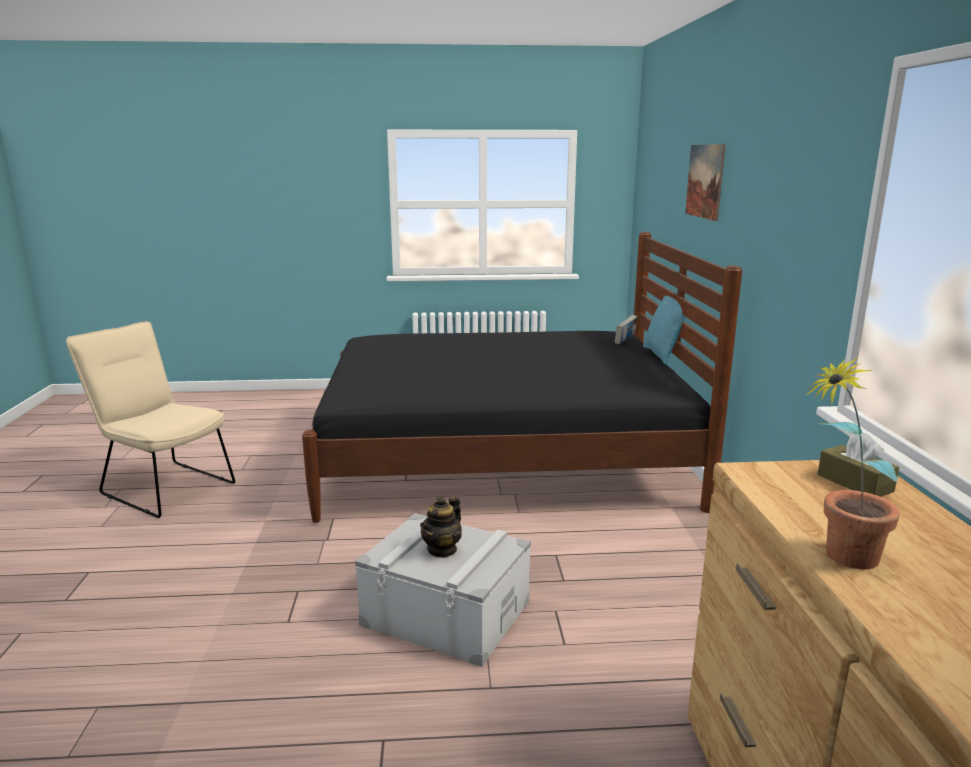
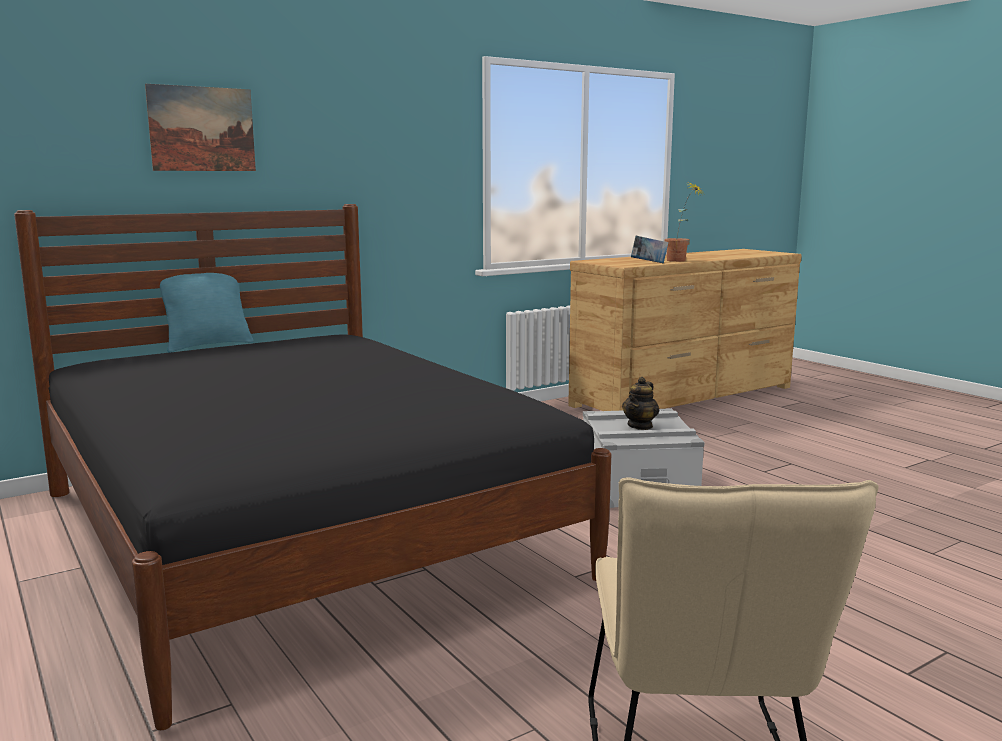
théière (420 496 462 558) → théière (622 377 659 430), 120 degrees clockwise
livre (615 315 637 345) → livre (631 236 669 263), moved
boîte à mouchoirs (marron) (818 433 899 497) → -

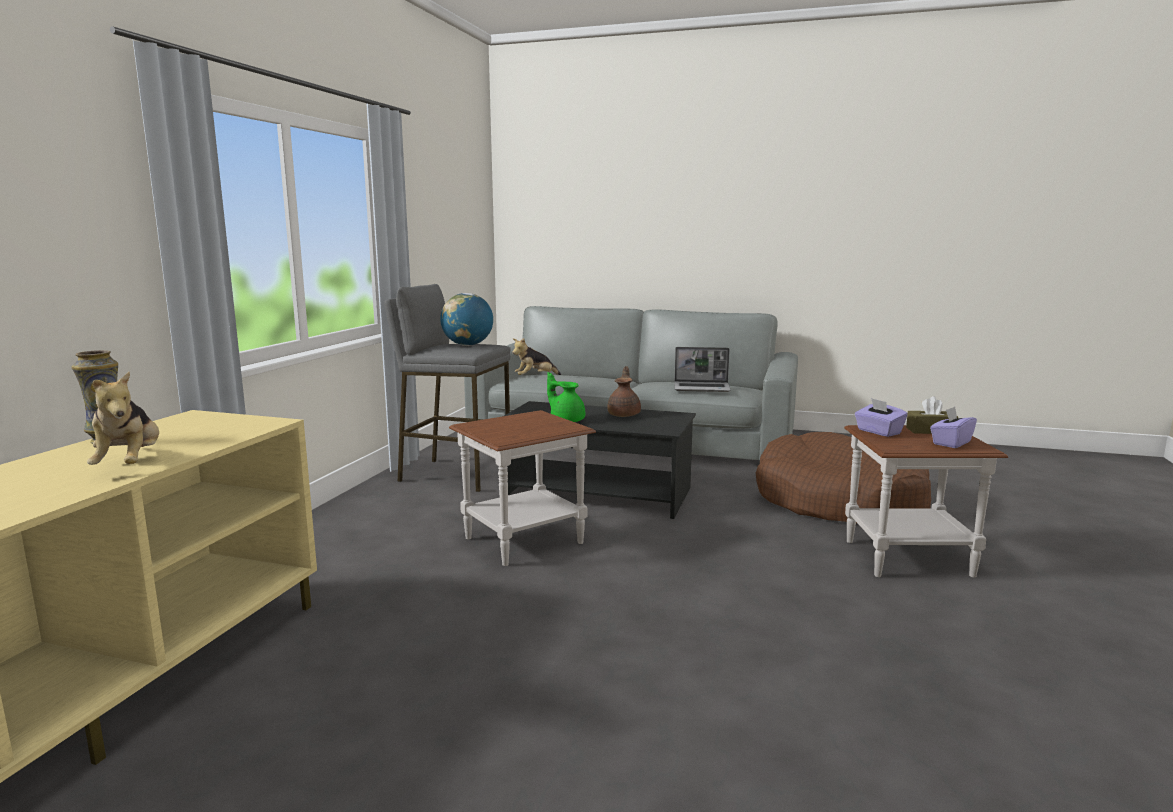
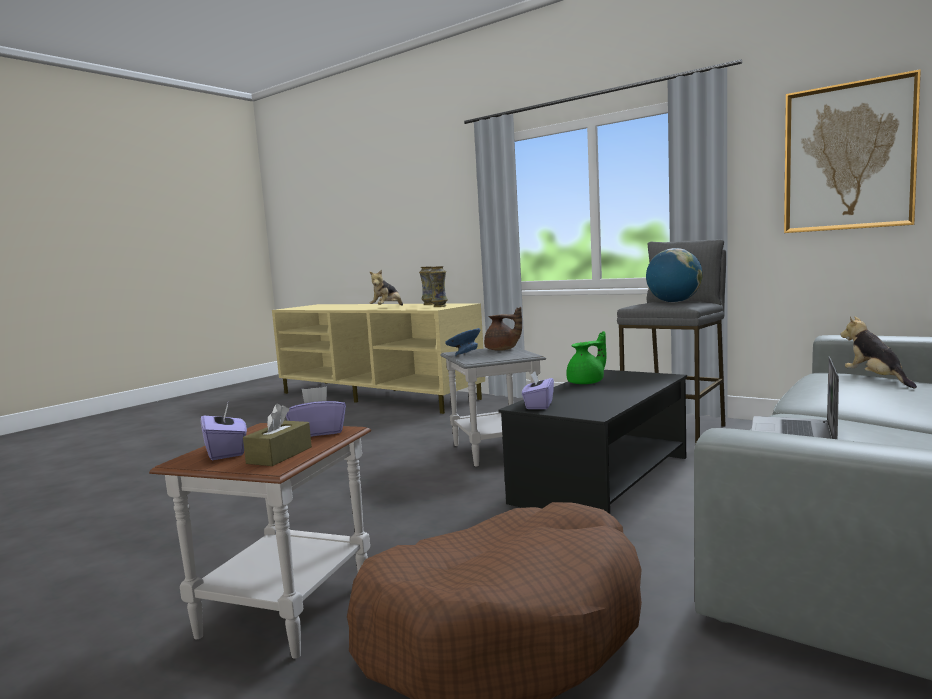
peluche (87 372 159 465) → peluche (369 270 403 306), 60 degrees counterclockwise
table d'appoint (marron) (449 410 596 566) → table d'appoint (gris) (440 347 546 466)
théière (marron) (607 366 641 417) → théière (marron) (484 307 522 351), moved
- → vase (429 266 448 307)
- → bol (bleu) (445 328 480 356)
- → boîte à mouchoirs (violet) (522 371 554 409)
- → tableau (784 69 921 233)

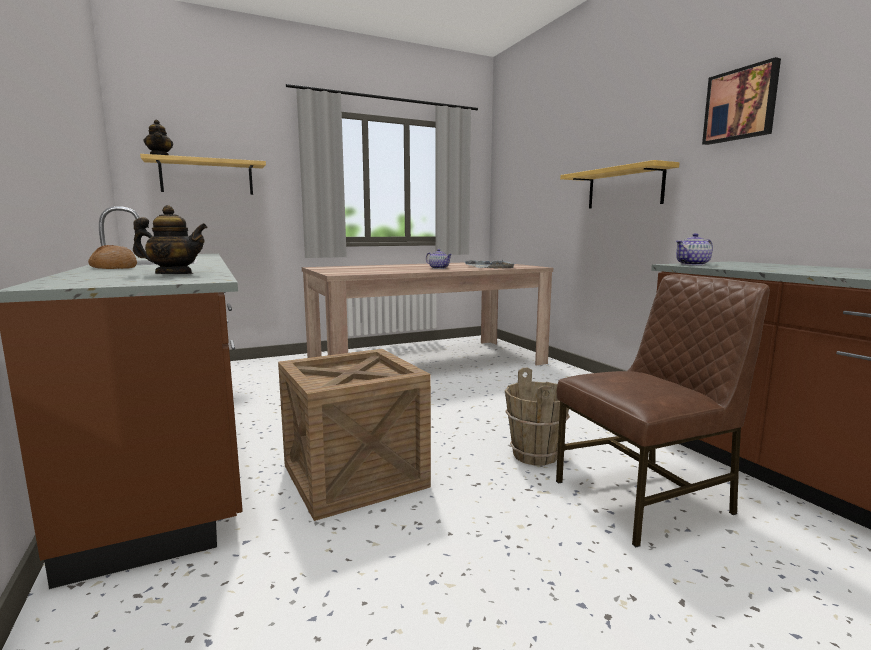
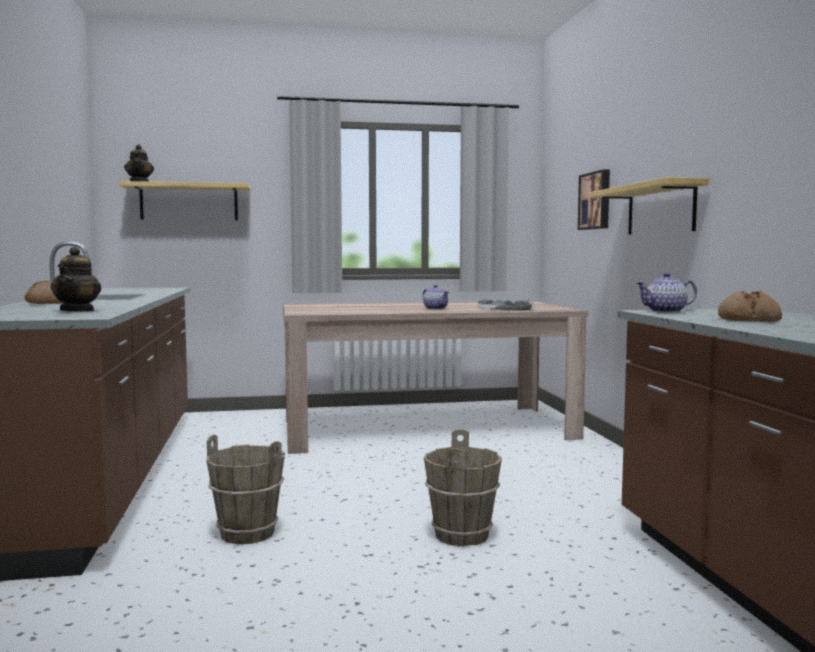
théière (133 205 208 274) → théière (50 247 101 312), 75 degrees clockwise
caisse (278 349 431 521) → seau (marron) (206 435 285 544)
chaise (marron) (556 274 770 547) → -
tableau (702 57 781 145) → tableau (578 169 610 230), moved
- → pain (718 290 782 322)

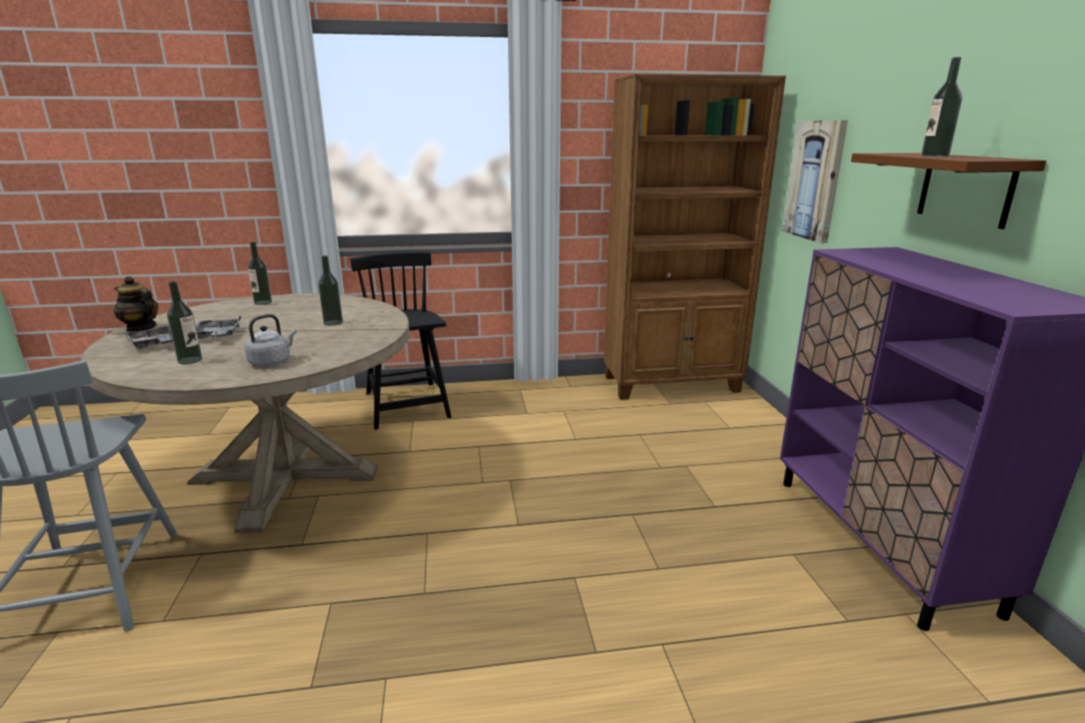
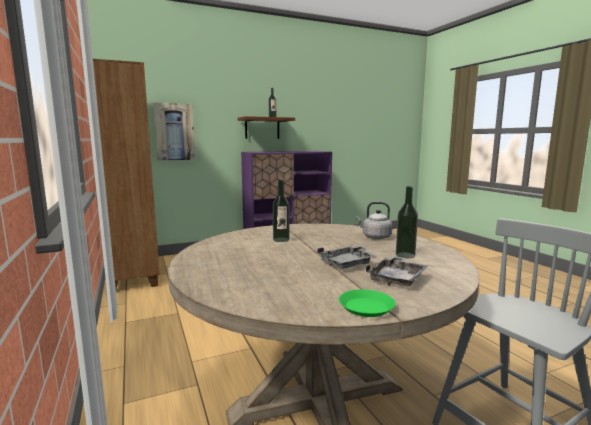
théière (114 276 158 332) → assiette (vert) (339 289 396 317)
bouteille (248 242 272 305) → -
chaise (noir) (350 252 452 430) → -

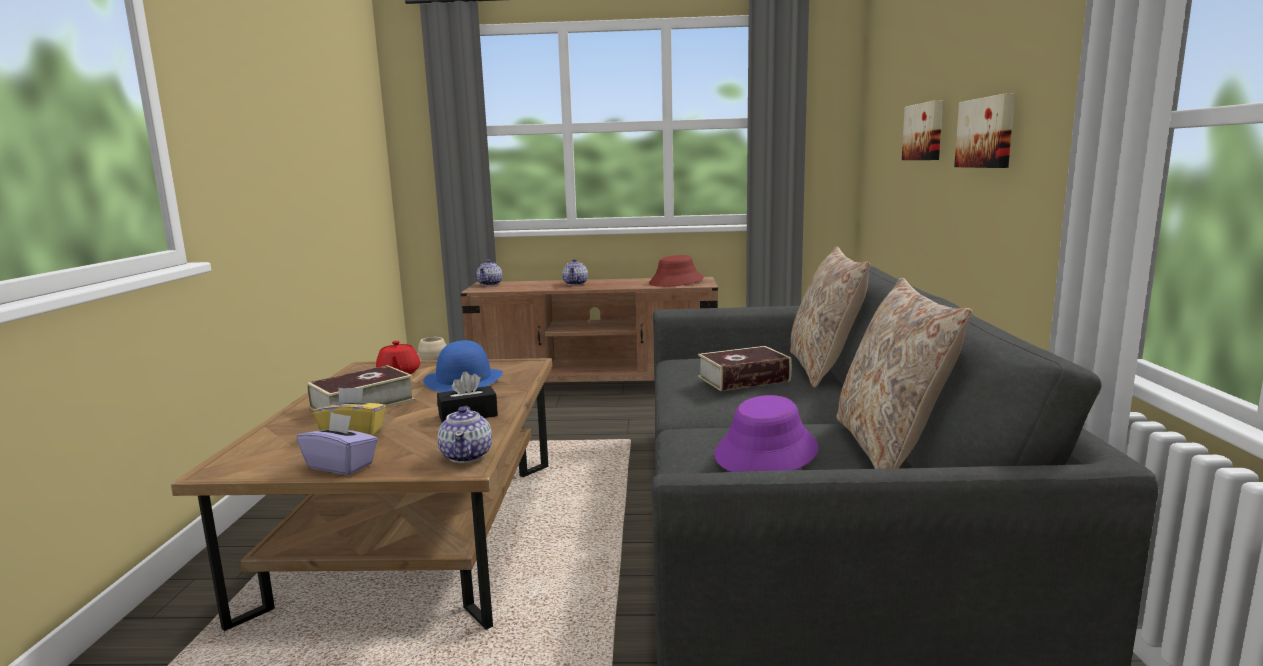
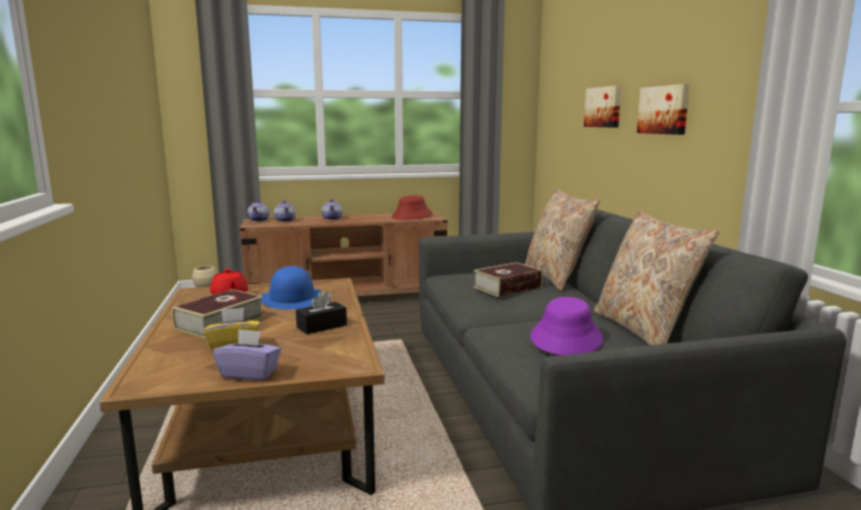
théière (438 406 492 463) → théière (274 200 296 222), moved

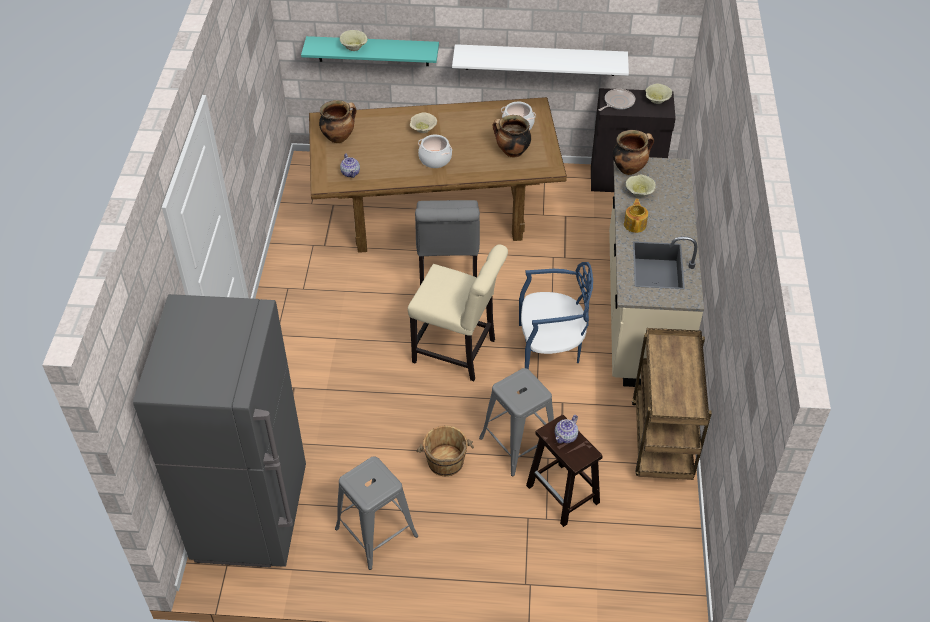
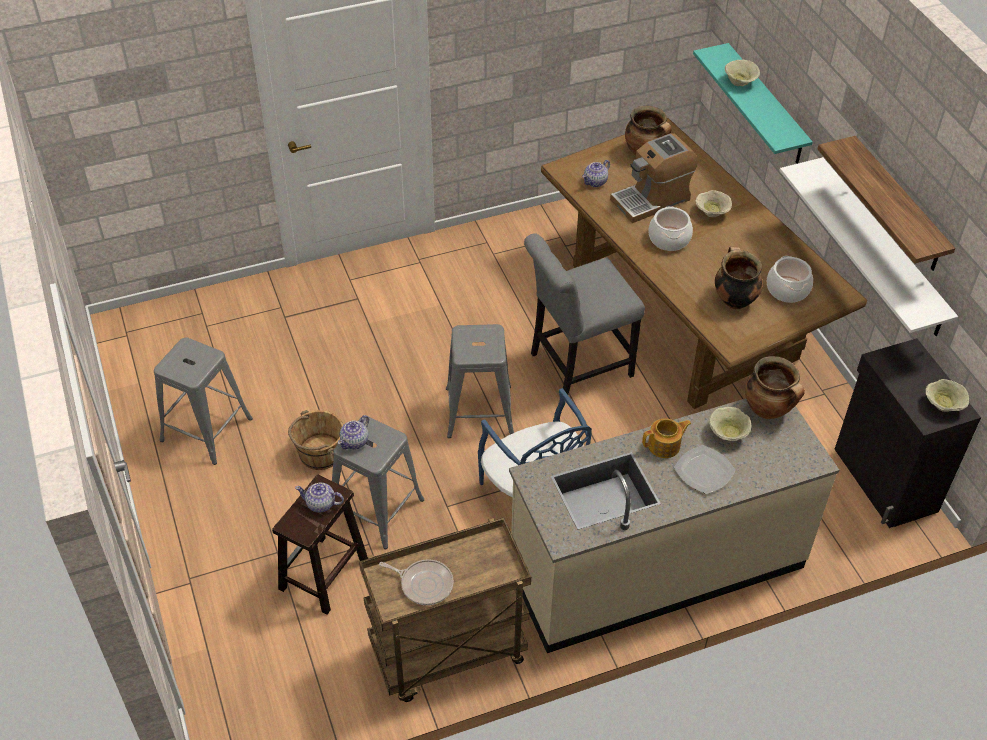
réfrigérateur (gris) (133 294 306 567) → -
chaise (beige) (408 244 508 381) → tabouret (gris) (446 324 514 438)
poêle (599 89 635 111) → poêle (379 559 454 605), moved
- → théière (338 415 369 450)
- → machine à café (610 133 698 223)
- → assiette (674 445 736 494)
- → étagère (817 136 955 271)

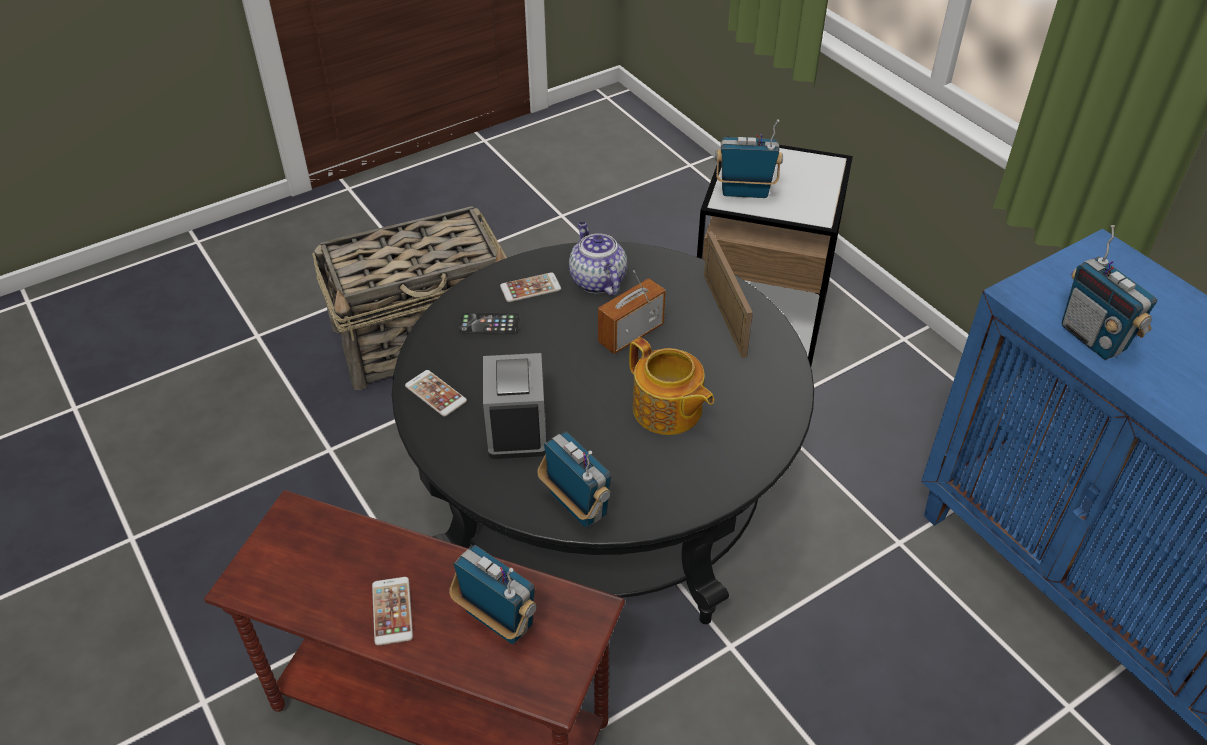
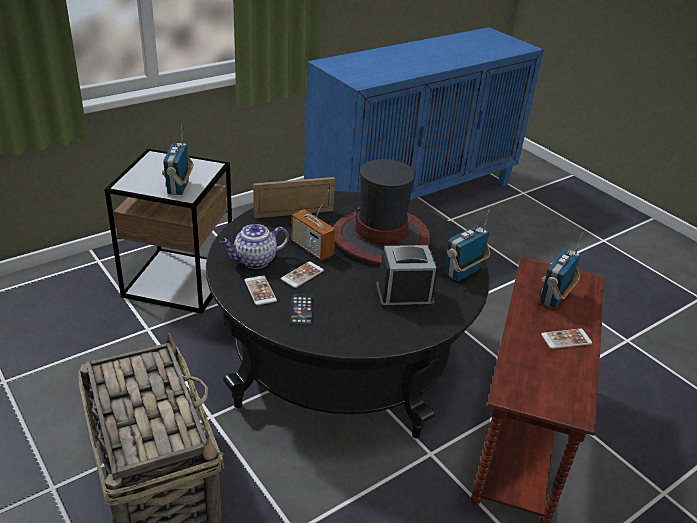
téléphone (405 370 467 416) → téléphone (281 261 324 288), moved
théière (629 337 714 435) → chapeau (333 159 430 265)
radio (1062 225 1157 360) → -

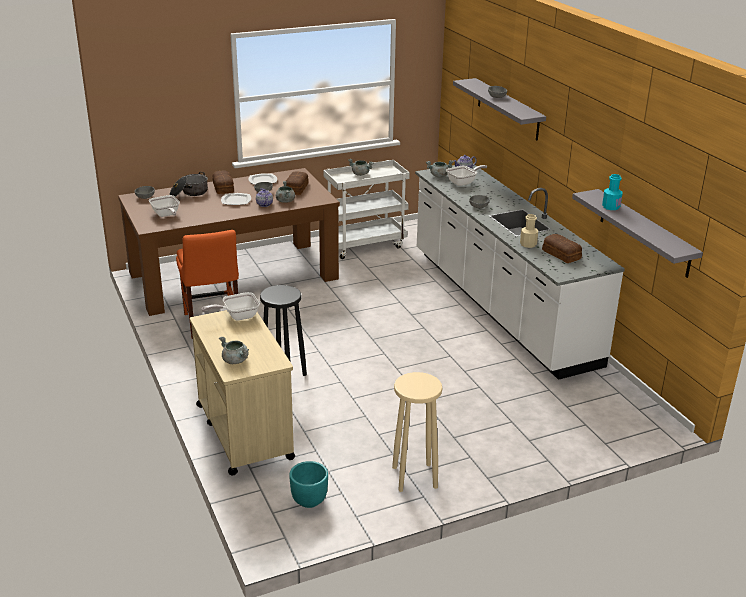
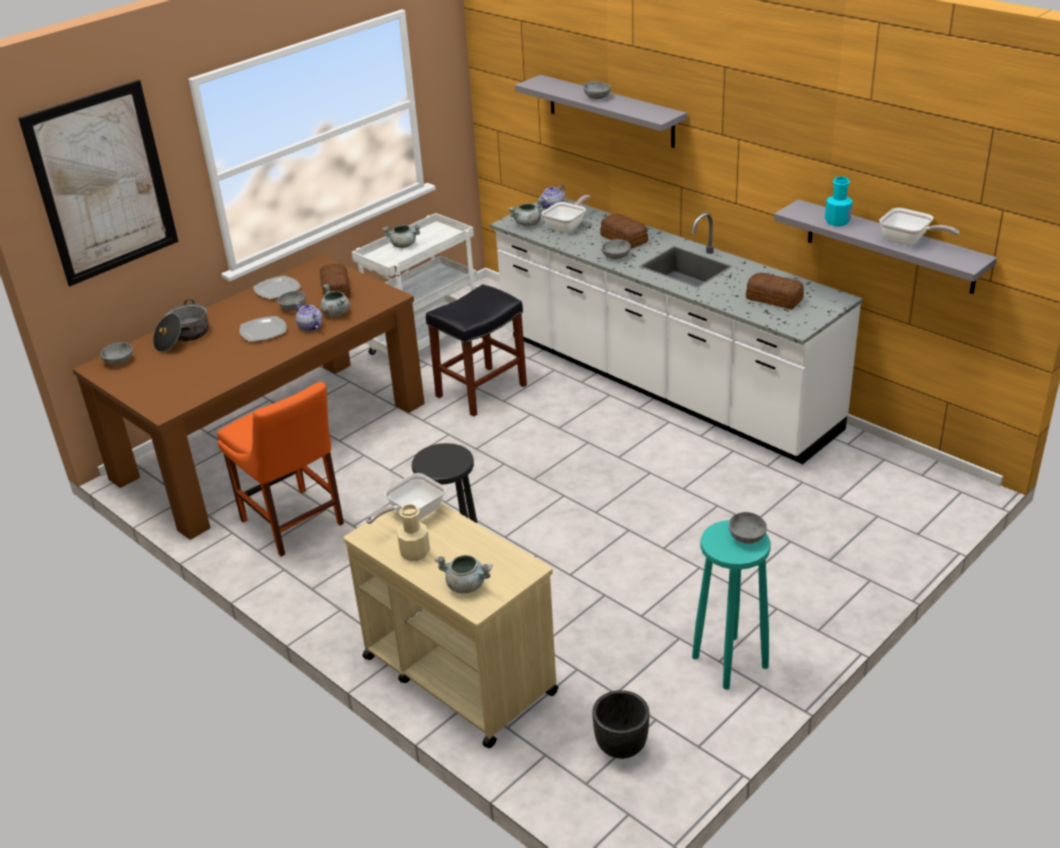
poêle (149 195 180 217) → poêle (879 208 959 245), moved
pain (212 170 234 194) → pain (600 214 648 249), moved
cache-pot (turquoise) (289 461 328 508) → cache-pot (noir) (592 690 649 759)
tabouret (beige) (392 372 442 492) → tabouret (turquoise) (692 520 771 690)
bouteille (beige) (520 214 538 248) → bouteille (beige) (397 504 430 561), moved
- → tableau (18 80 178 287)
- → tabouret (noir) (426 284 527 417)
- → bol (gris) (729 512 767 544)

